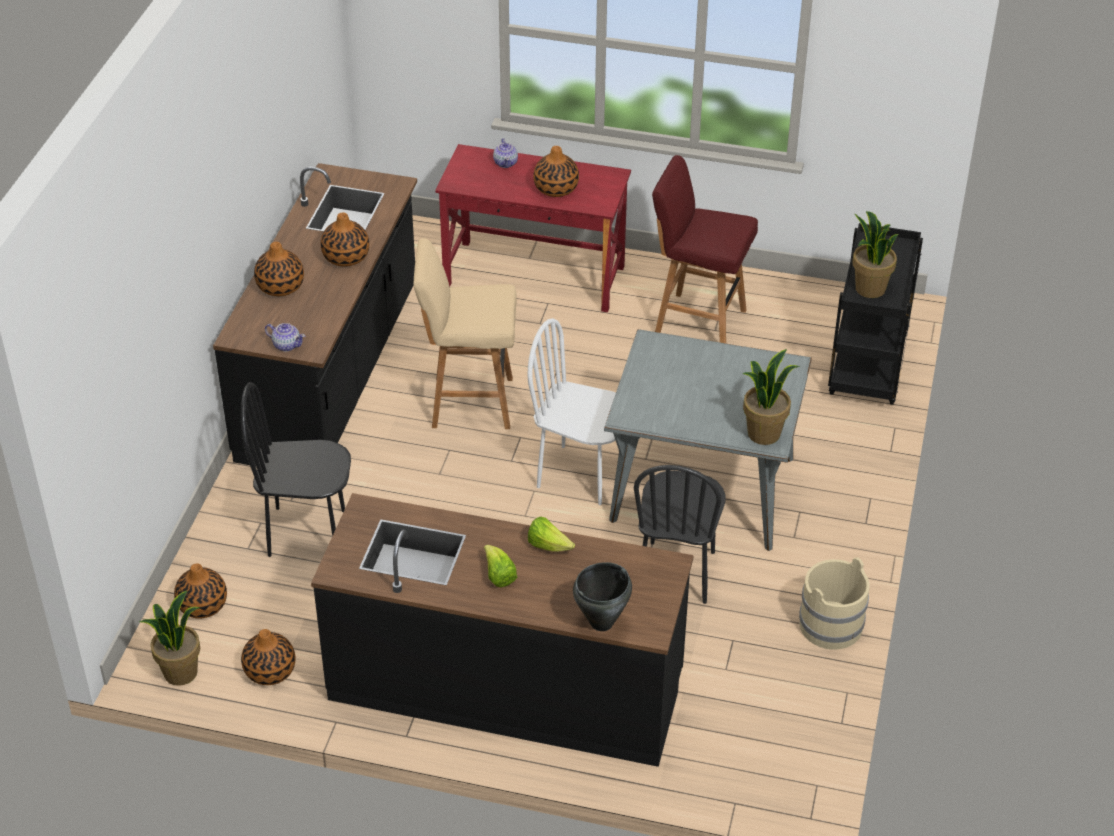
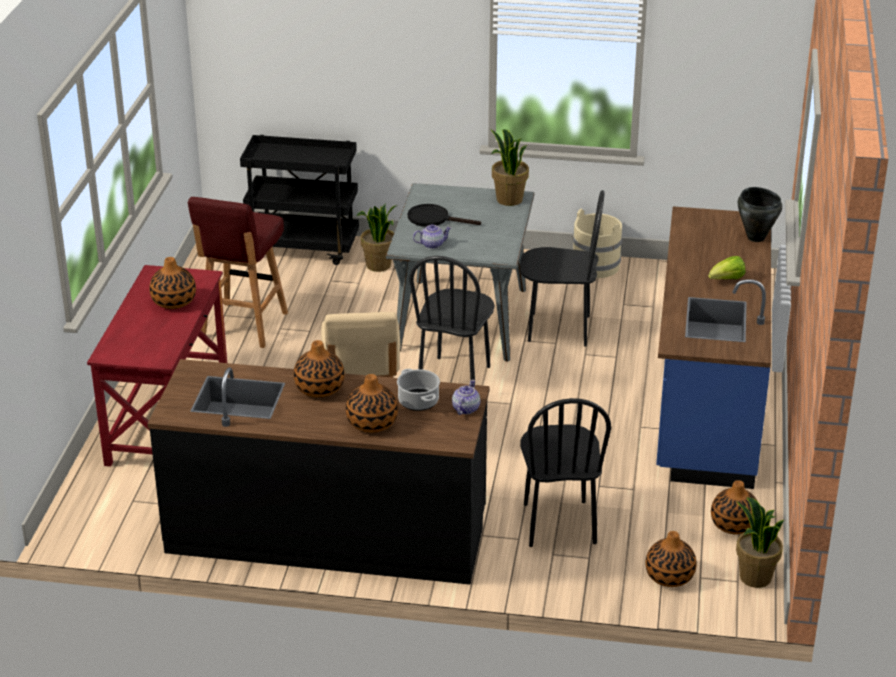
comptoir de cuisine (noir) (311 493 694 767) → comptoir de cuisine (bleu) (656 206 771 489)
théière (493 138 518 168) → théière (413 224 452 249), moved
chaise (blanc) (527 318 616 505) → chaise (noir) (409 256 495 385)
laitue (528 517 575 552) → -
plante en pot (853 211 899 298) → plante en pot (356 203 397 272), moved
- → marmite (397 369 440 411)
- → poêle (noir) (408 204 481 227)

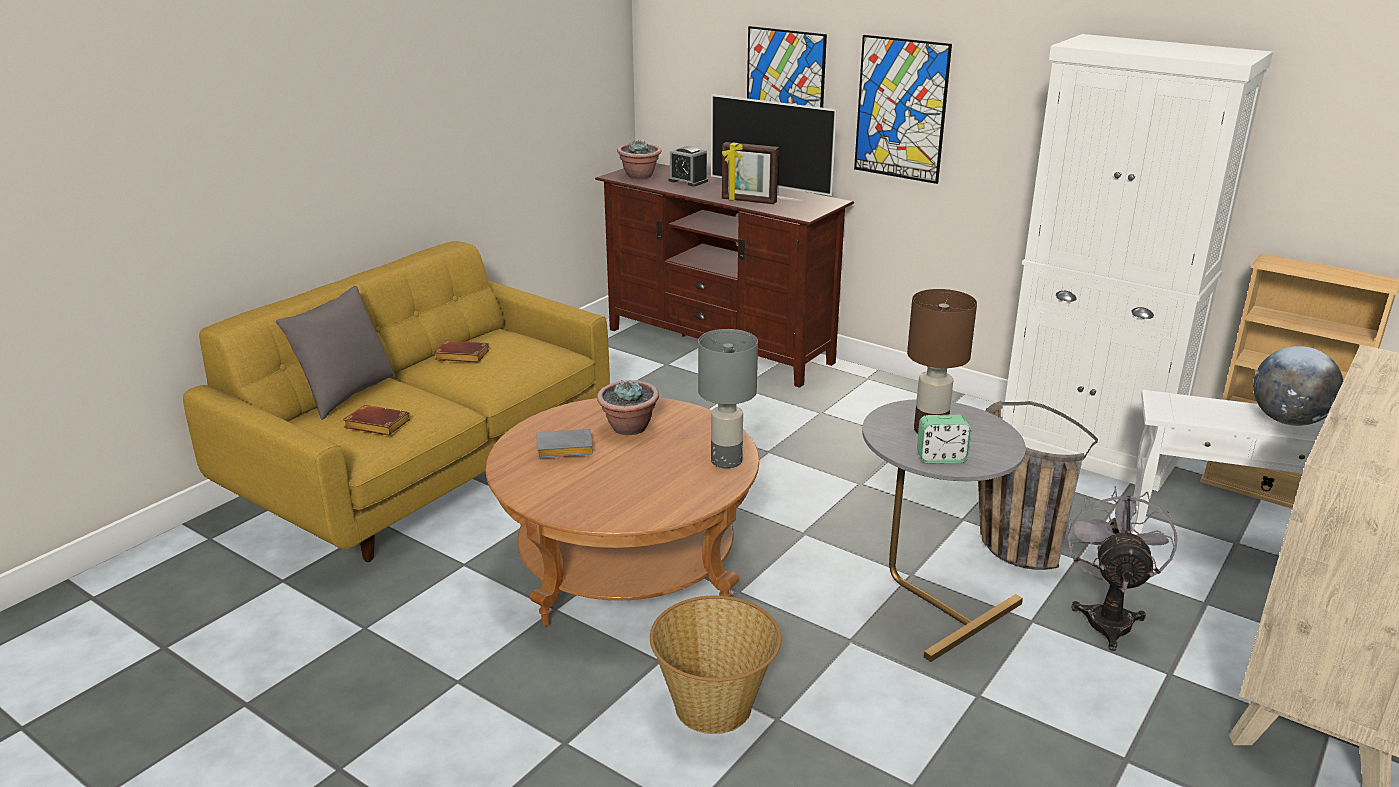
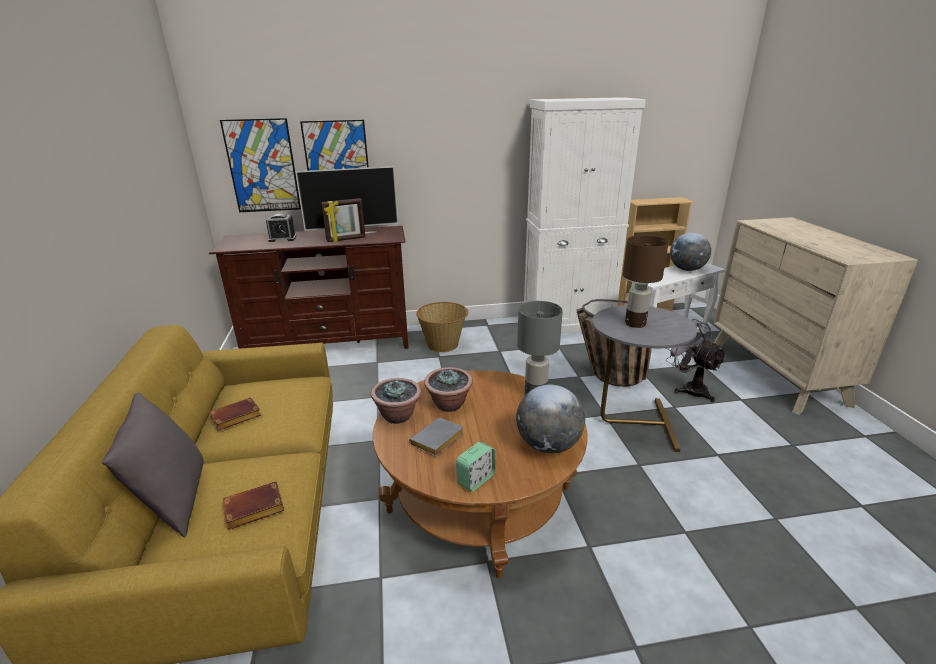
plante en pot (617 140 662 179) → plante en pot (371 378 421 424), moved
panier (650 596 781 734) → panier (416 302 468 352), moved
tableau (854 35 952 184) → tableau (220 118 301 212), moved
réveil (917 415 972 463) → réveil (456 442 495 492), moved
- → globe (516 385 585 454)

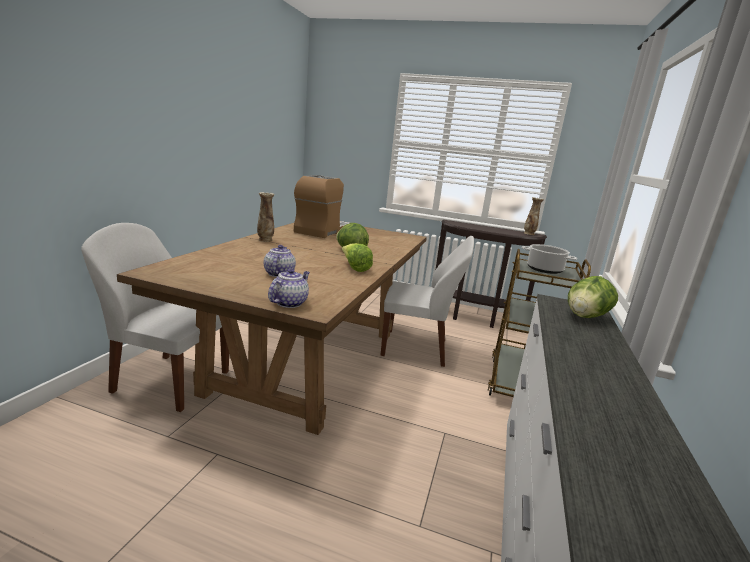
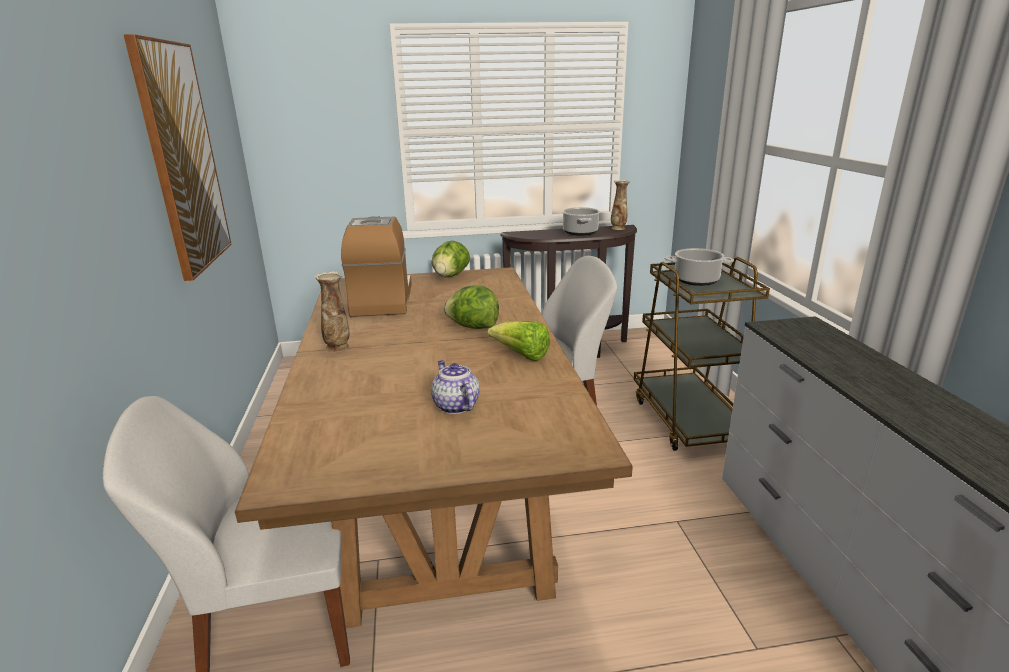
théière (268 269 310 308) → -
laitue (568 276 618 318) → laitue (432 241 470 278), moved
- → tableau (124 34 232 281)
- → marmite (562 207 600 236)

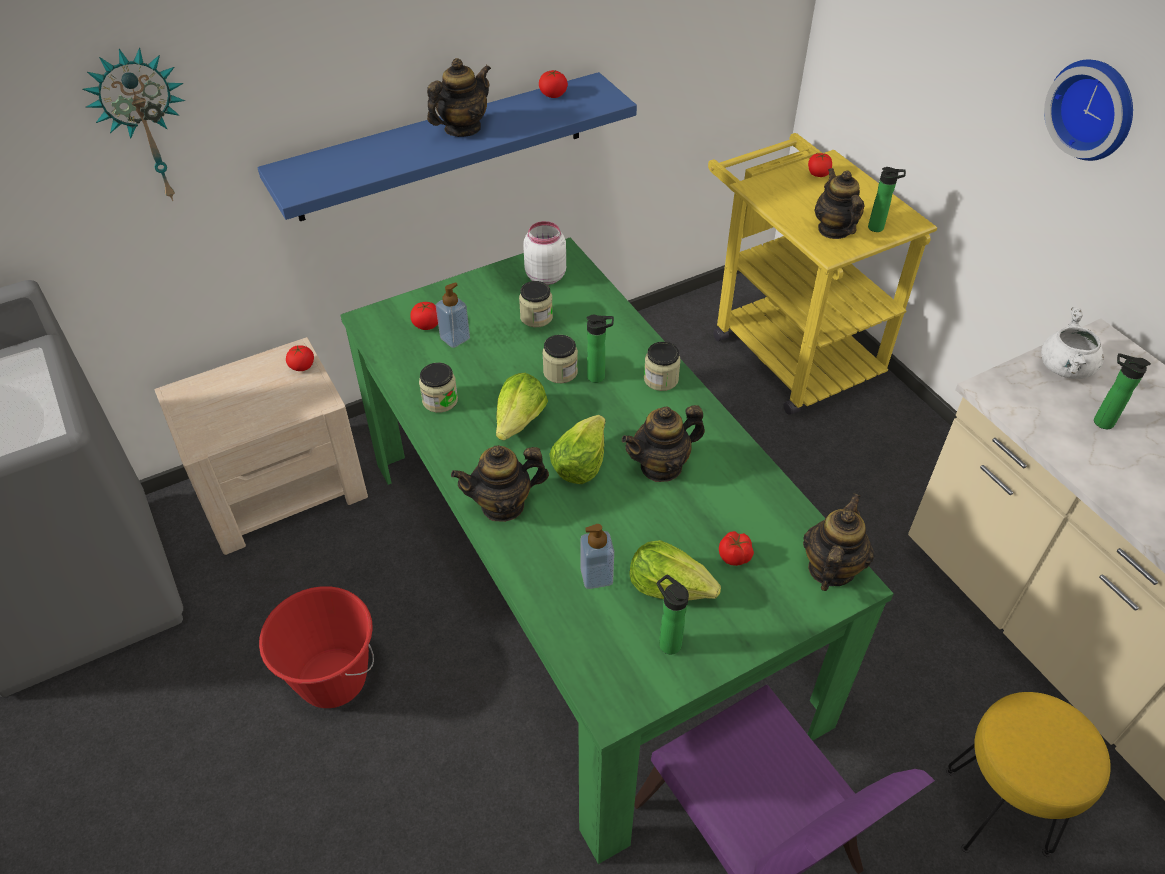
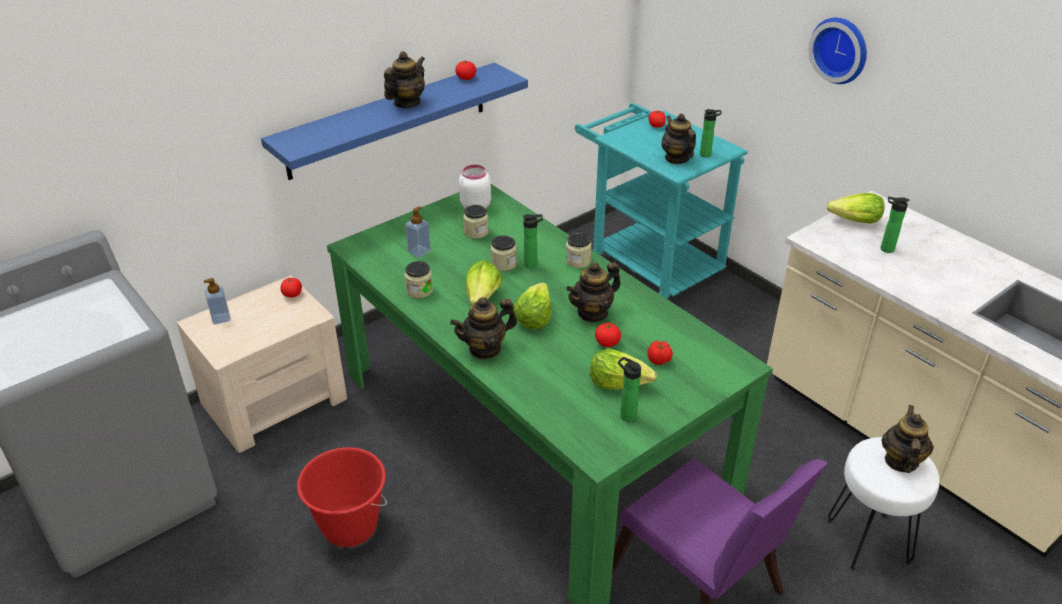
horloge murale (82 48 185 201) → -
tomate (410 302 438 330) → tomate (595 323 621 347), moved
distributeur de savon (581 524 614 589) → distributeur de savon (204 278 231 325), moved
chariot (jaune) (708 133 937 415) → chariot (turquoise) (575 103 748 299)
théière (803 493 874 591) → théière (882 405 934 473), moved
tabouret (jaune) (946 692 1111 857) → tabouret (blanc) (827 437 940 571)
marmite (blanc) (1041 307 1104 379) → laitue (827 193 885 224)

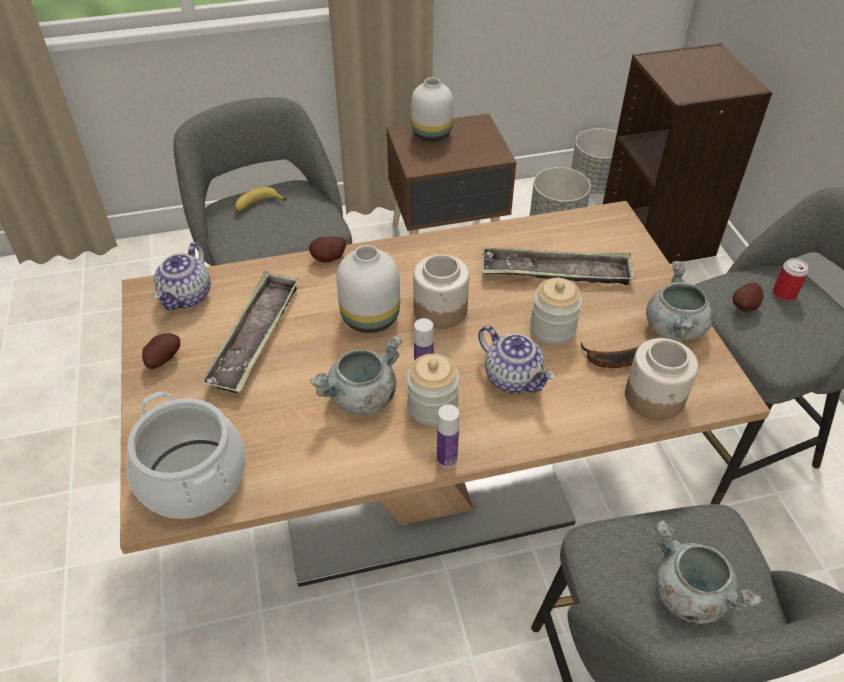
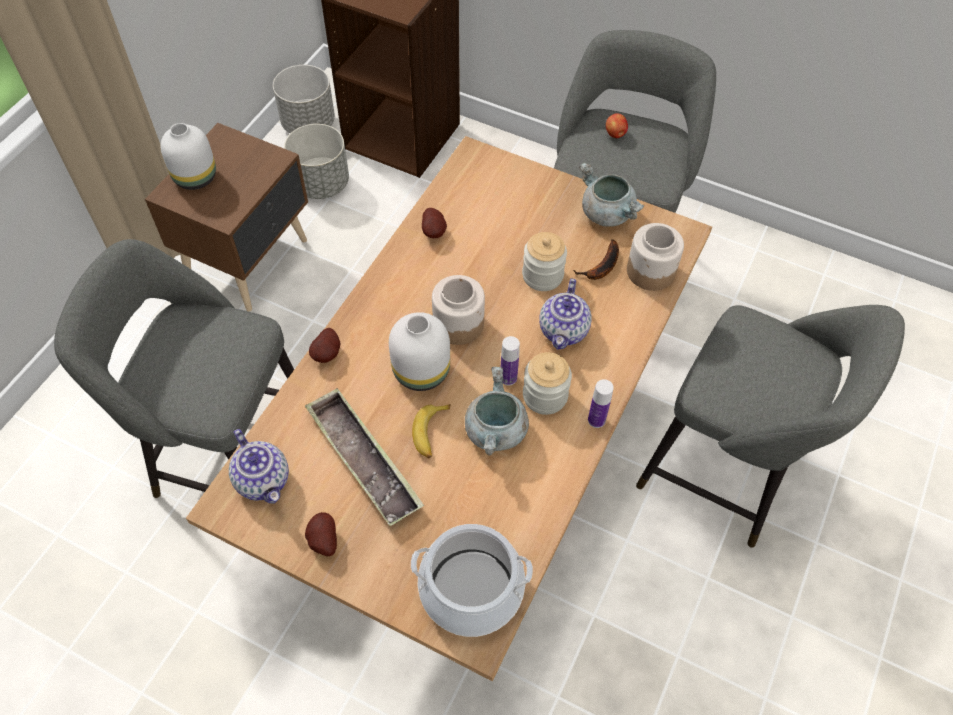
banane (235 187 286 212) → banane (412 404 450 459), moved
théière (478 326 555 393) → théière (539 279 592 350), 105 degrees clockwise
plateau (482 247 635 285) → -
marmite (gris) (655 520 763 624) → -
pomme de terre (733 283 764 312) → pomme de terre (422 208 447 238), moved
boîte métallique (773 258 809 301) → pomme (606 113 628 138)

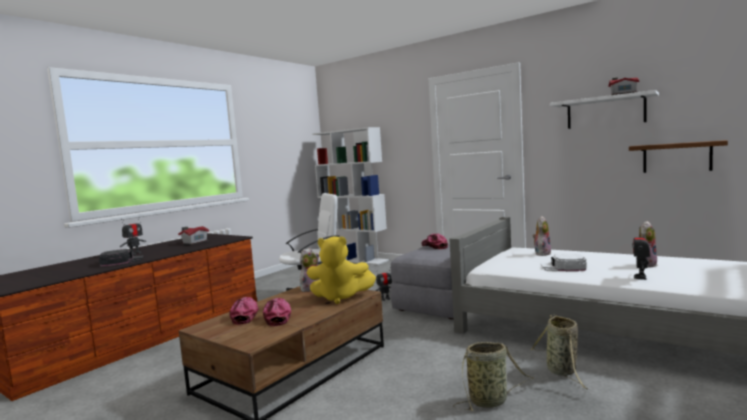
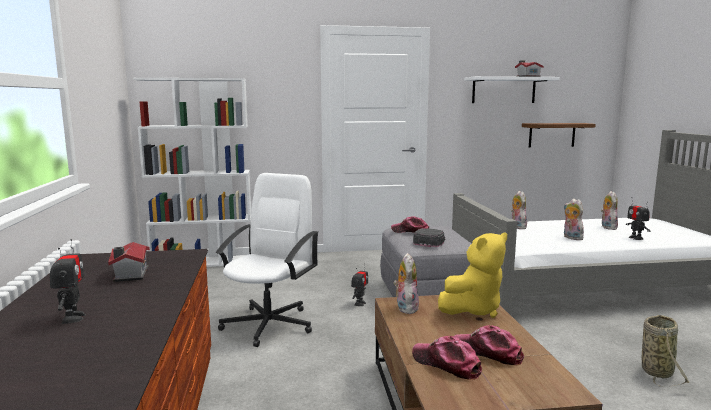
casquette (noir) (99 249 144 266) → casquette (noir) (413 228 446 247), moved
panier (531 315 589 390) → -
casquette (blanc) (541 253 587 271) → peluche (564 199 584 240)

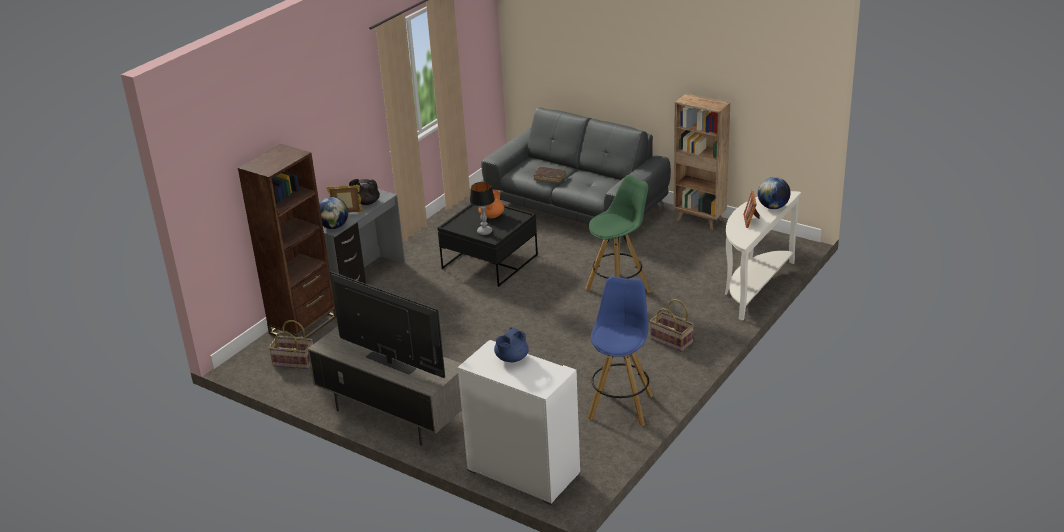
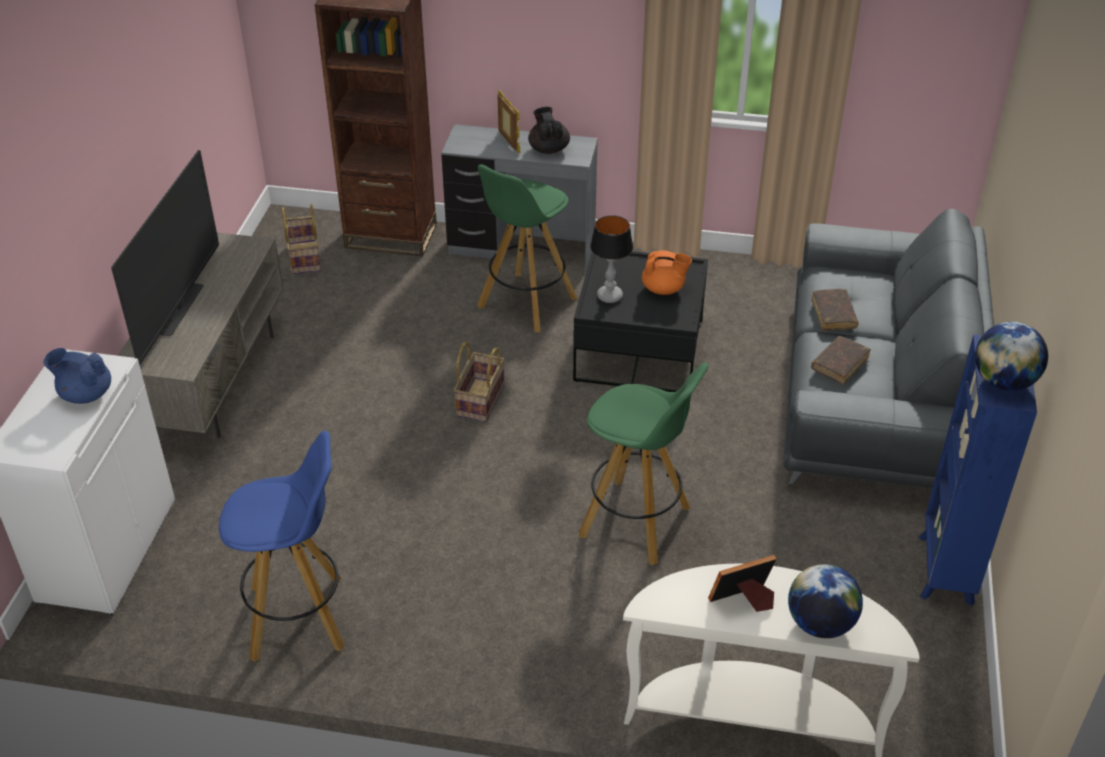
globe (319 197 348 229) → globe (975 322 1048 391), moved
panier (650 299 694 352) → panier (454 342 505 422), moved
bibliothèque (marron) (674 94 730 230) → bibliothèque (bleu) (918 334 1037 606)
- → tabouret (vert) (477 164 577 332)
- → livre (marron) (811 336 871 385)

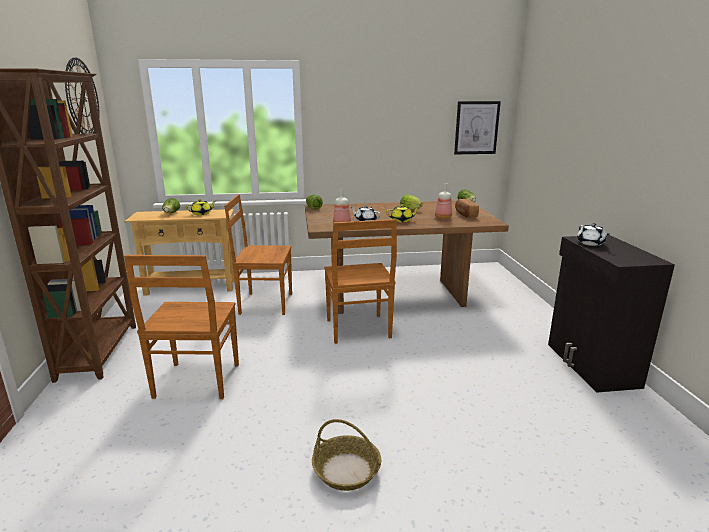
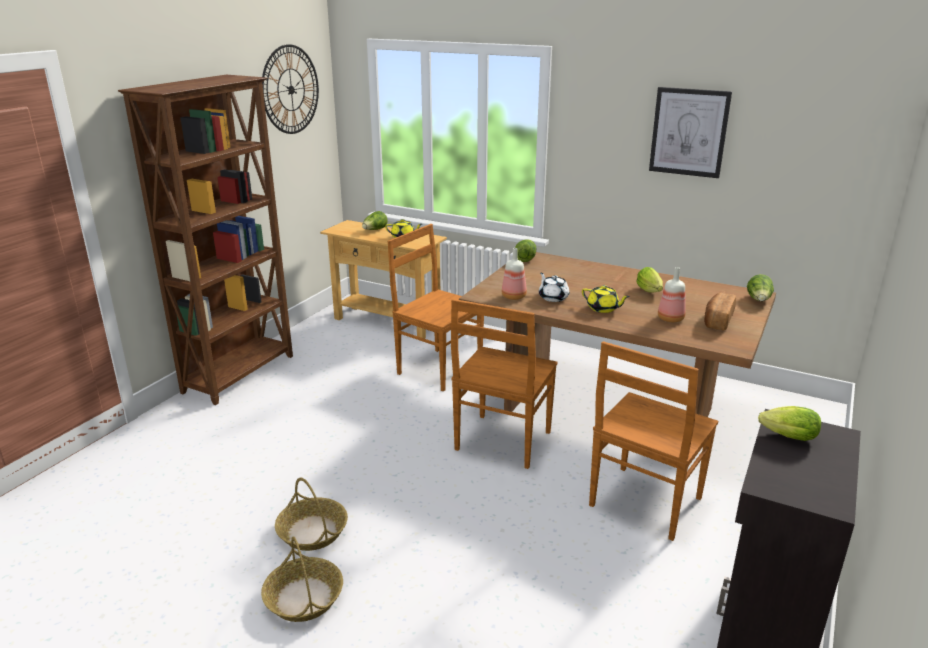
chaise (marron) (124 255 239 399) → chaise (marron) (589 341 718 541), moved
tableau (454 101 501 154) → tableau (649 87 732 178), moved
théière (blanc) (577 223 610 246) → laitue (758 406 821 441)
- → panier (275 477 348 551)

